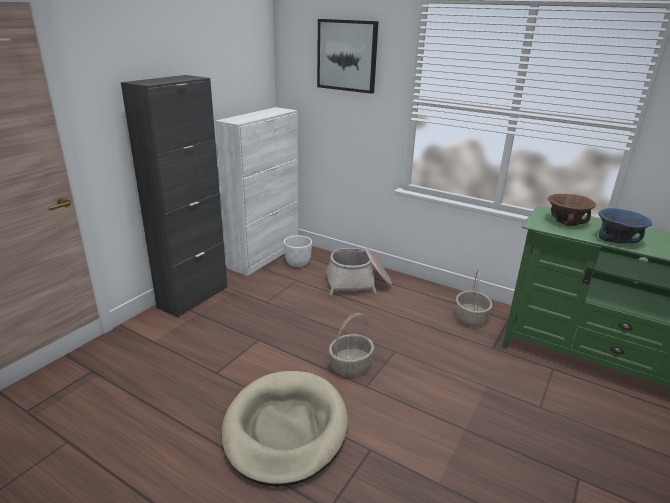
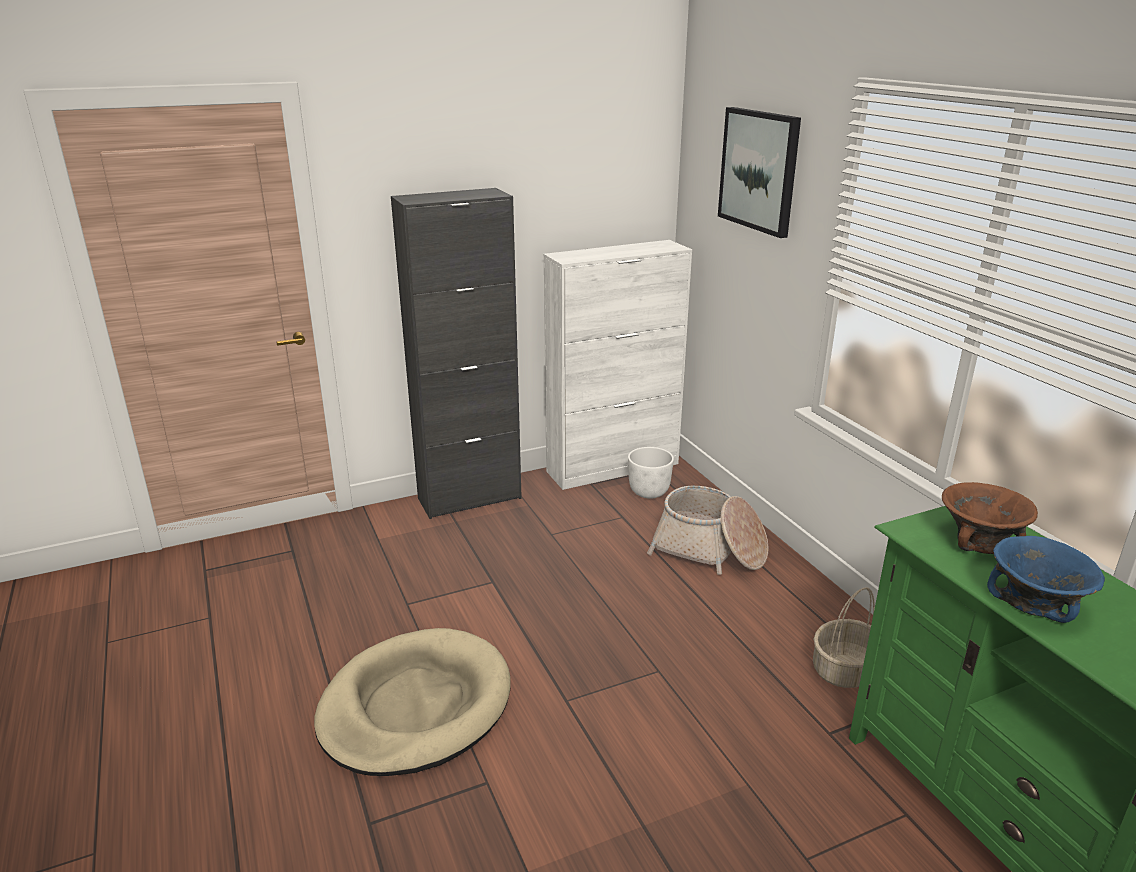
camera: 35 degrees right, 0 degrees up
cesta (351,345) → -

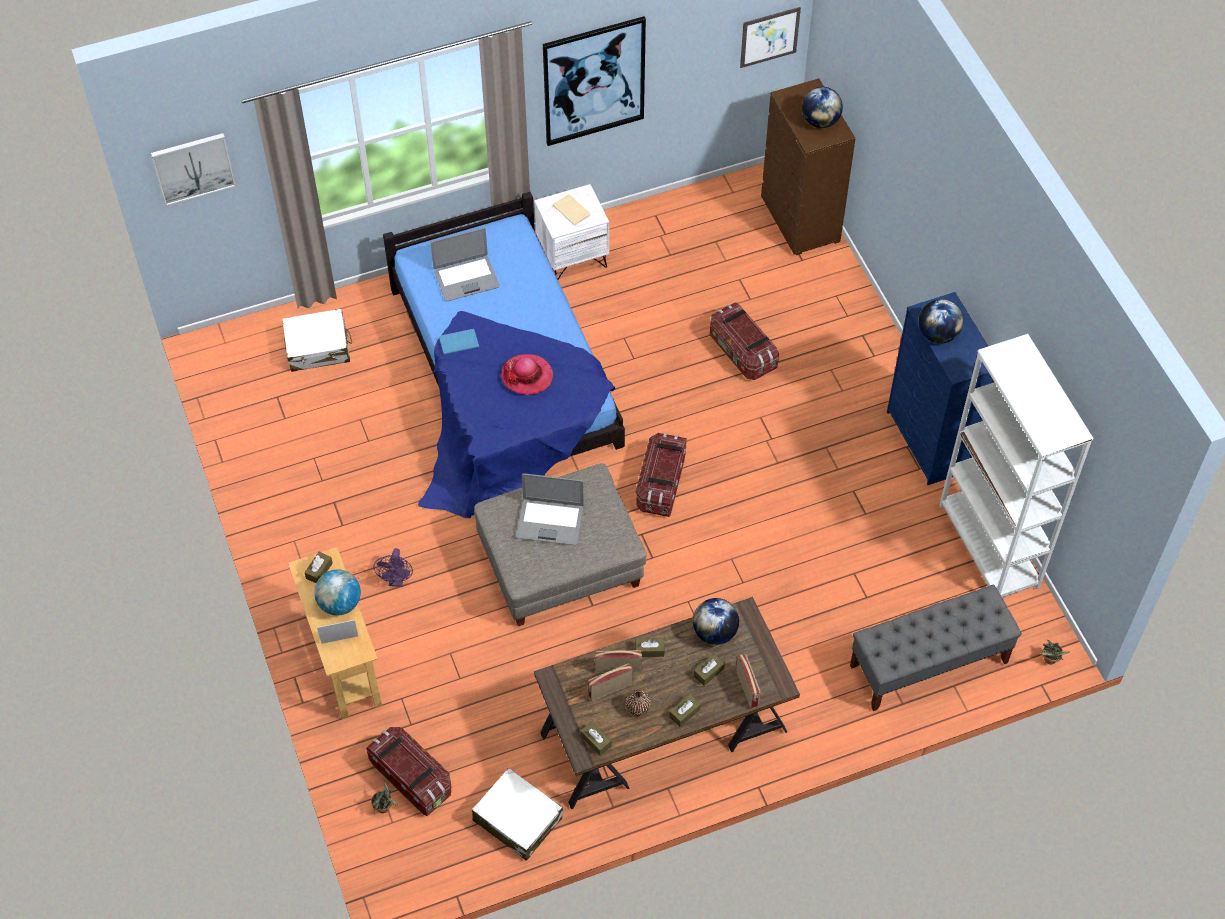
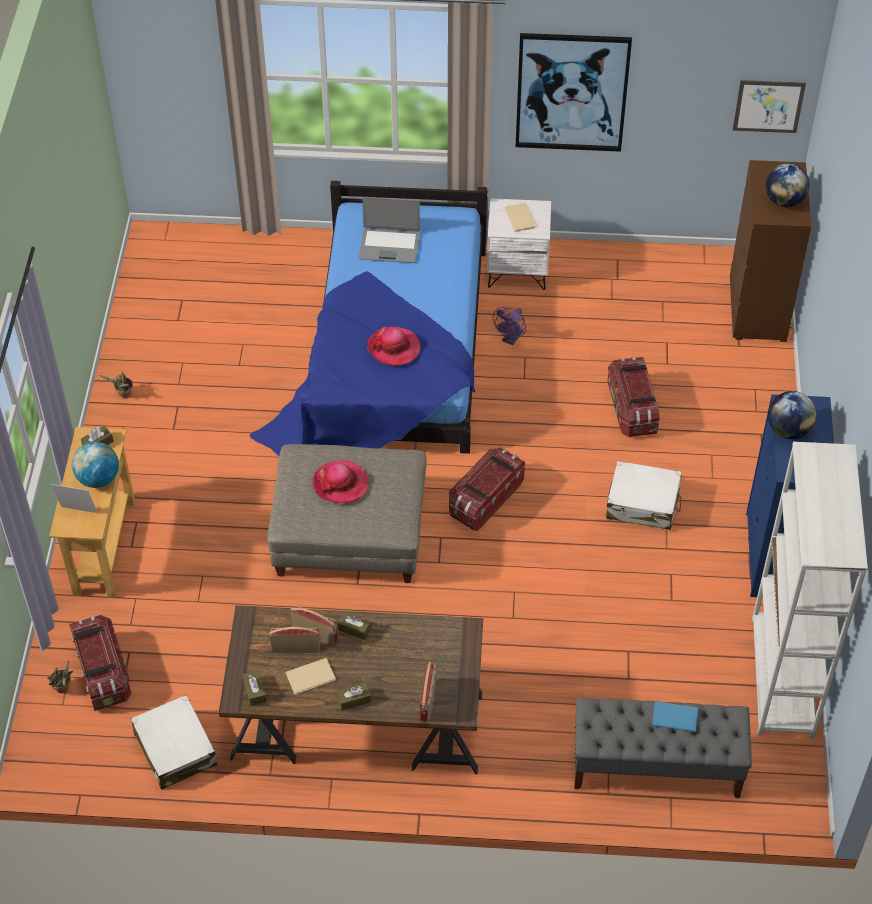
camera: 25 degrees right, 5 degrees down
cuadro (193,169) → -
globo terráqueo (716,621) → -
caja de pañuelos [marrón] (709,669) → -
maleta [blanco] (317,340) → maleta [blanco] (644,495), relocated
ventilador [morado] (393,567) → ventilador [morado] (509,325), relocated
libro [azul] (459,341) → libro [azul] (675,717), relocated
planta en maceta (1055,652) → planta en maceta (116,385), relocated
portátil (550,509) → sombrero (341,482)
florero [marrón] (638,703) → libro [beis] (310,676)

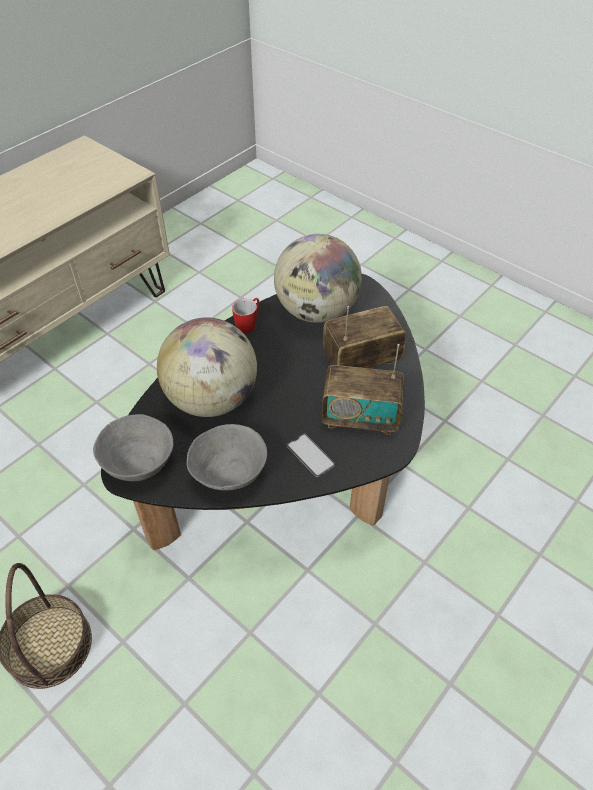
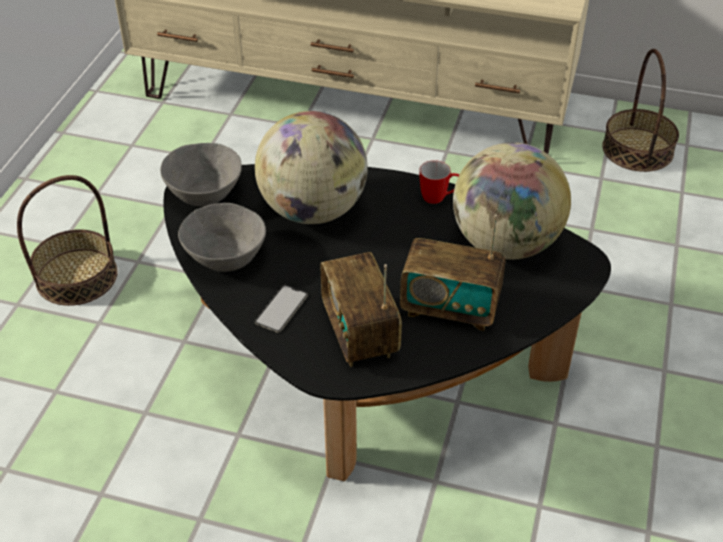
camera: 65 degrees right, 5 degrees down
- → cesta (640,110)
radio (364,337) → radio (453,273), 150 degrees clockwise

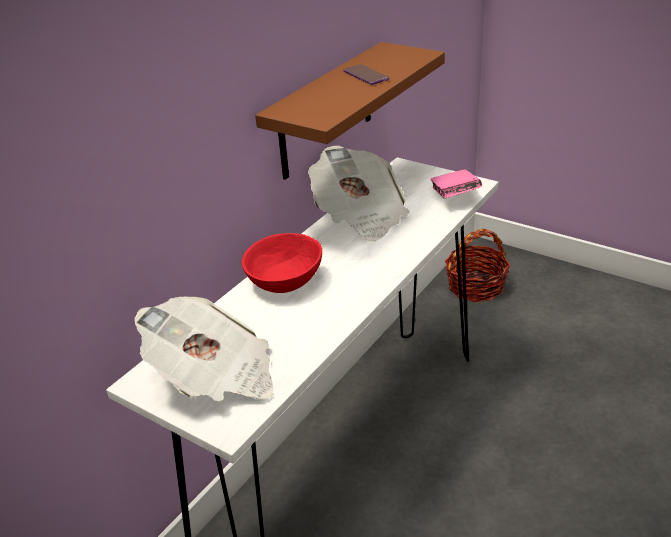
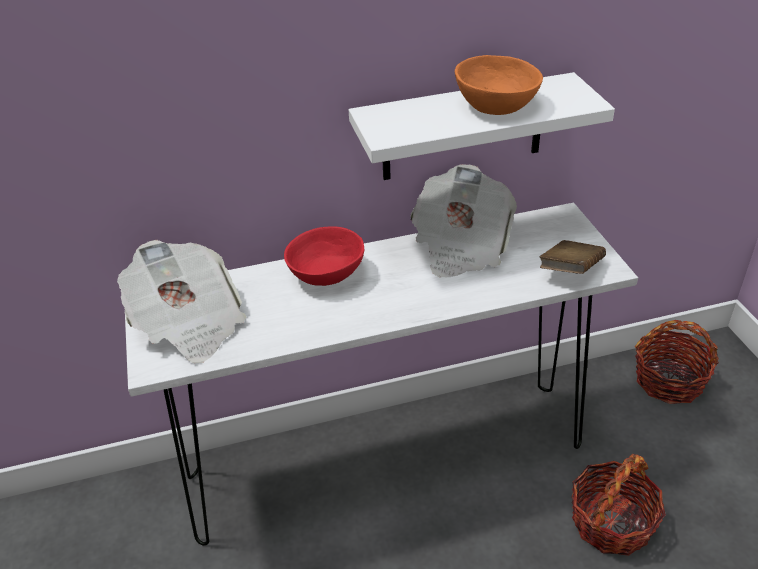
camera: 40 degrees right, 5 degrees up
- → cesta (618,505)
móvil (366,74) → cuenco [naranja] (499,85)
estante [marrón] (350,110) → estante [blanco] (482,126)
libro [rosa] (456,184) → libro [marrón] (573,257)

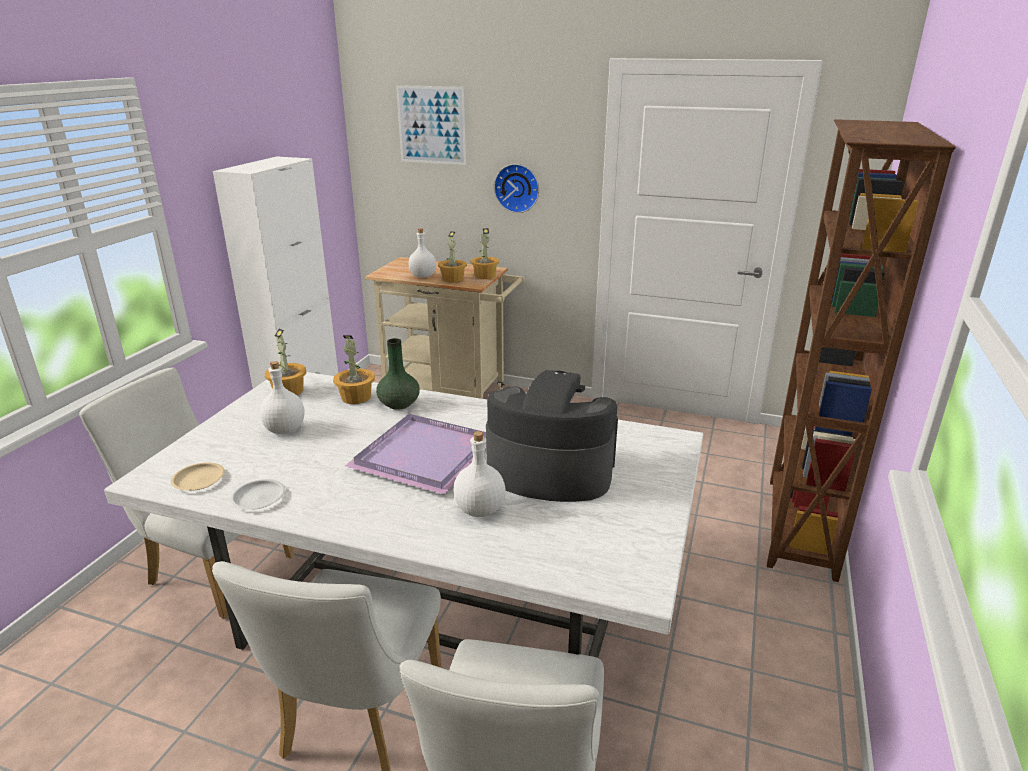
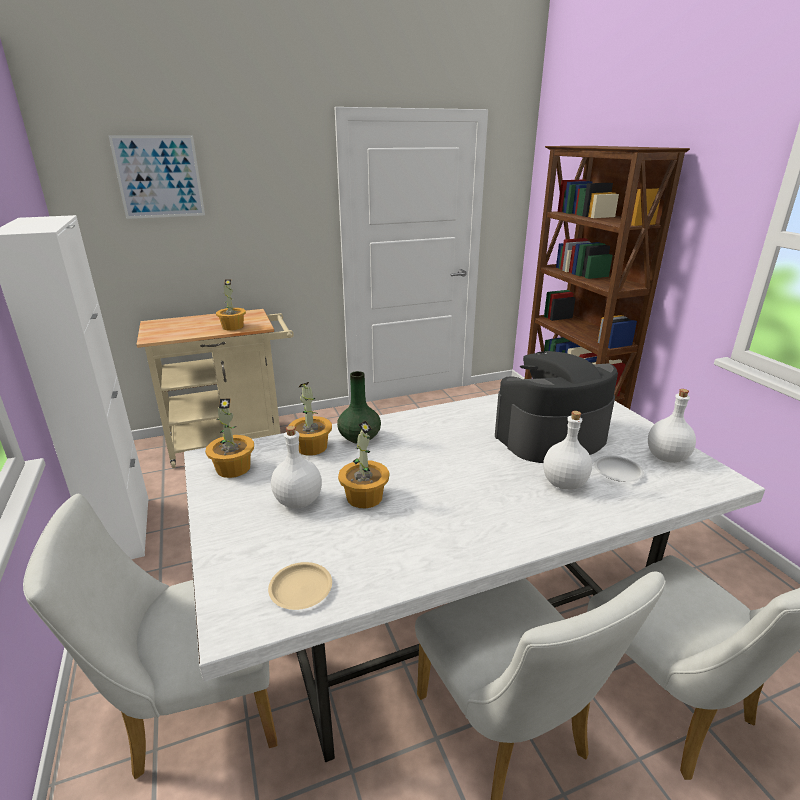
camera: 40 degrees left, 0 degrees up
bandeja [morado] (415,454) → -
reloj de pared (516,188) → -
plato [blanco] (257,494) → plato [blanco] (619,469), relocated
botella [blanco] (422,253) → botella [blanco] (672,426), relocated
planta en maceta (485,253) → planta en maceta (363,464), relocated

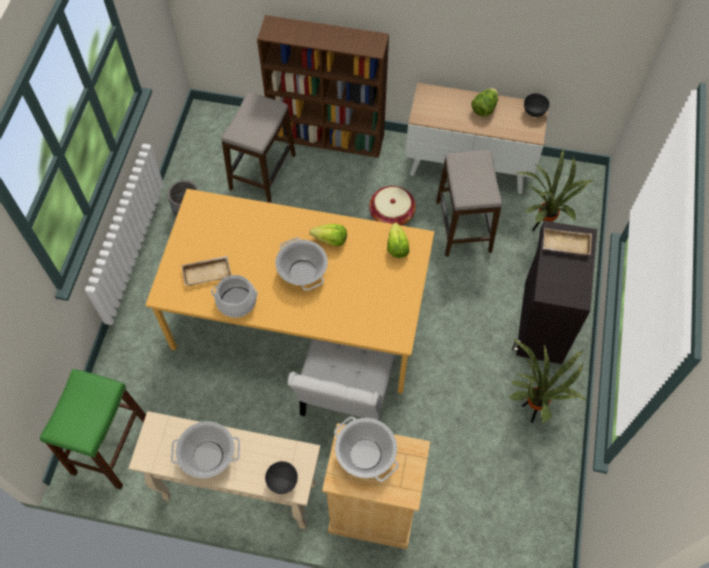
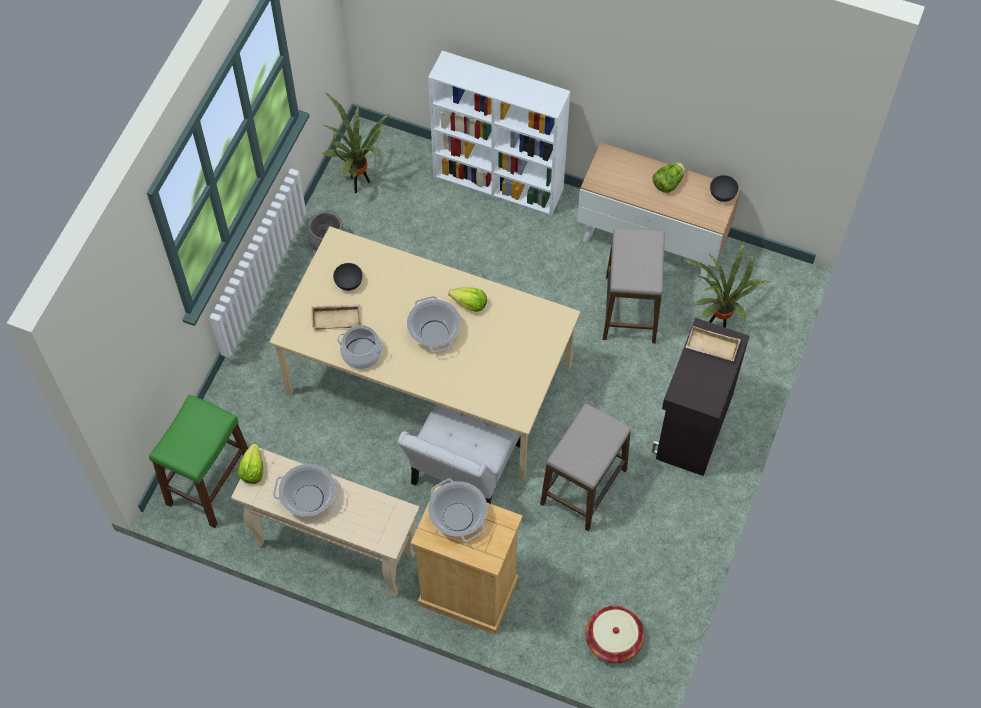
camera: 10 degrees right, 0 degrees up
taburete (258,147) → taburete (585,467), relocated
cuenco [gris] (281,477) → cuenco [gris] (348,277), relocated
cesta (392,206) → cesta (615,634), relocated
lechuga (398,240) → lechuga (251,464), relocated
planta en maceta (548,381) → planta en maceta (356,142), relocated
mesa de comedor [naranja] (290,291) → mesa de comedor [beis] (425,352)
estantería [marrón] (323,86) → estantería [blanco] (499,133)

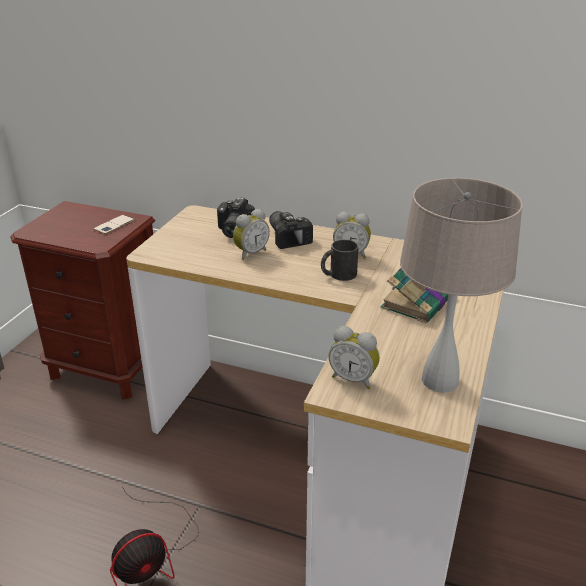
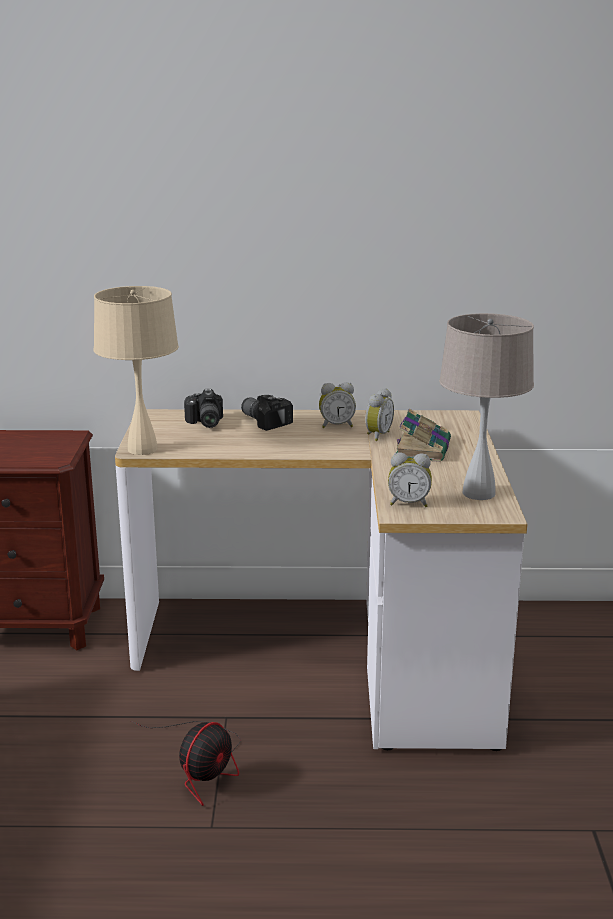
camera: 20 degrees left, 10 degrees down
móvil (114,224) → -
taza grande [negro] (340,260) → -
- → lámpara de mesa [beis] (136,370)
despertador (251,234) → despertador (379,414), relocated

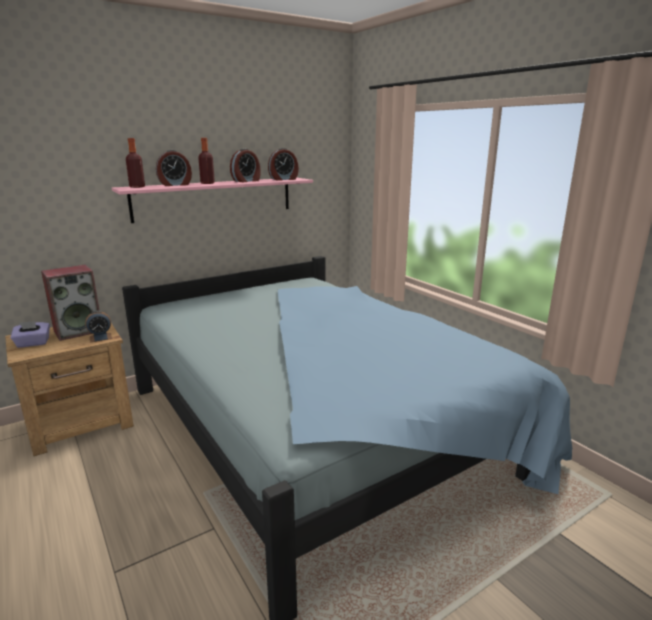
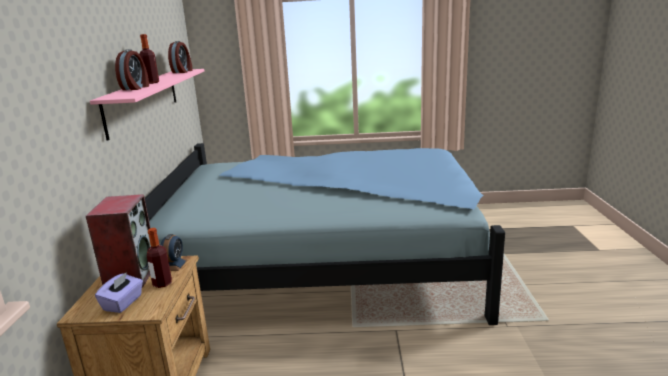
camera: 55 degrees left, 0 degrees up
despertador (245,165) → -
botella (135,163) → botella (159,258), relocated

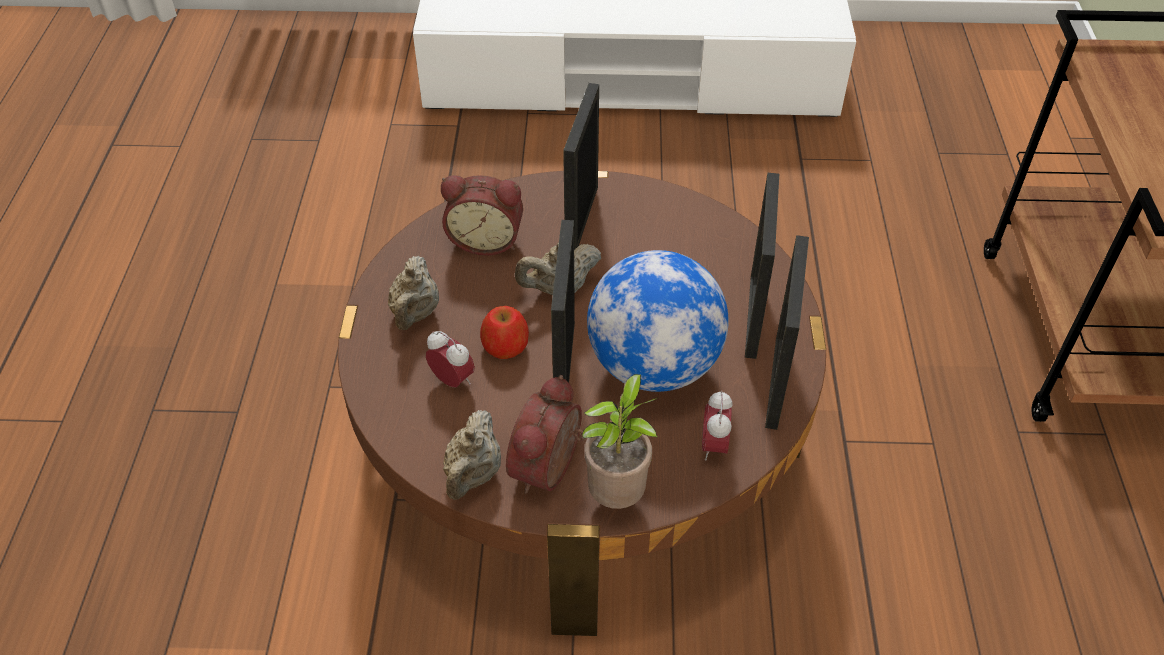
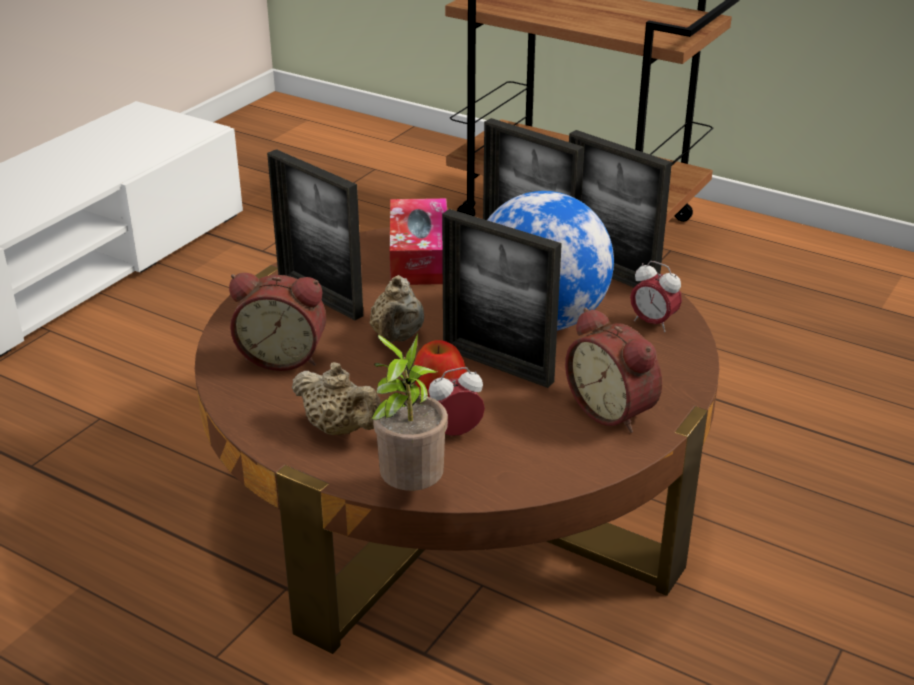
camera: 60 degrees left, 15 degrees down
tetera [beis] (472,455) → -
- → caja de pañuelos (418,241)
planta en maceta (619,441) → planta en maceta (409,411), relocated
despertador (482,215) → despertador (277,322), 60 degrees clockwise

